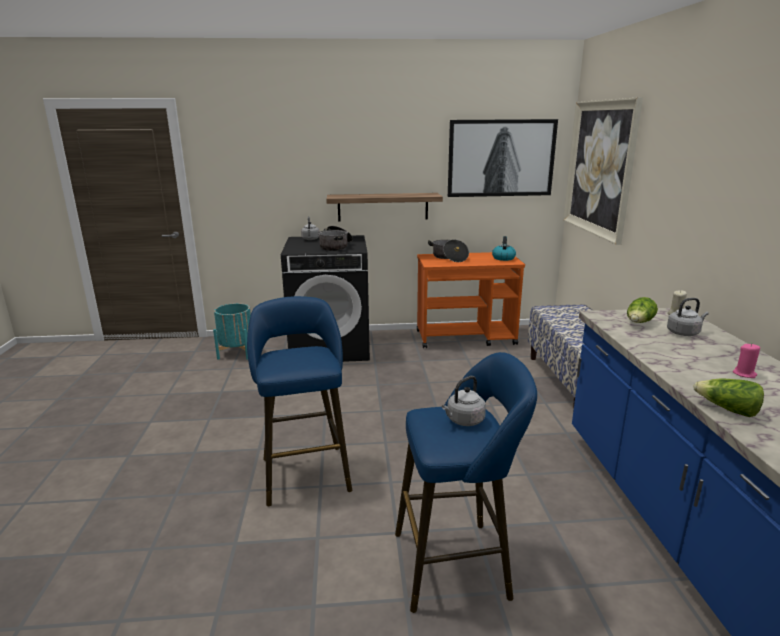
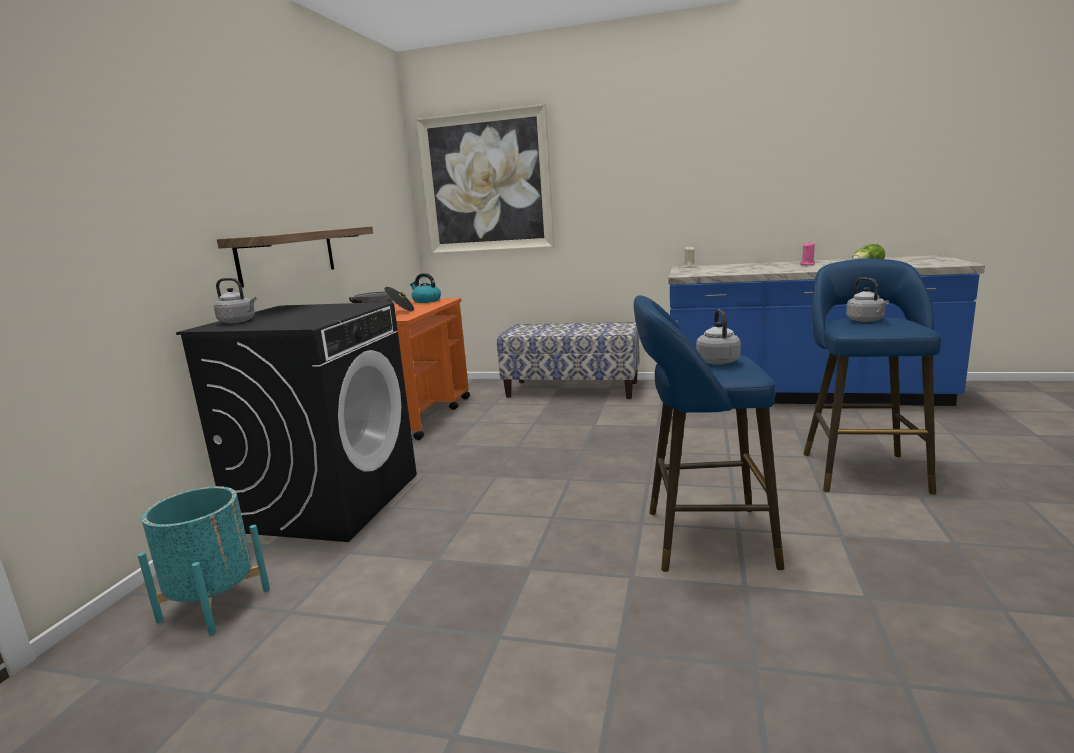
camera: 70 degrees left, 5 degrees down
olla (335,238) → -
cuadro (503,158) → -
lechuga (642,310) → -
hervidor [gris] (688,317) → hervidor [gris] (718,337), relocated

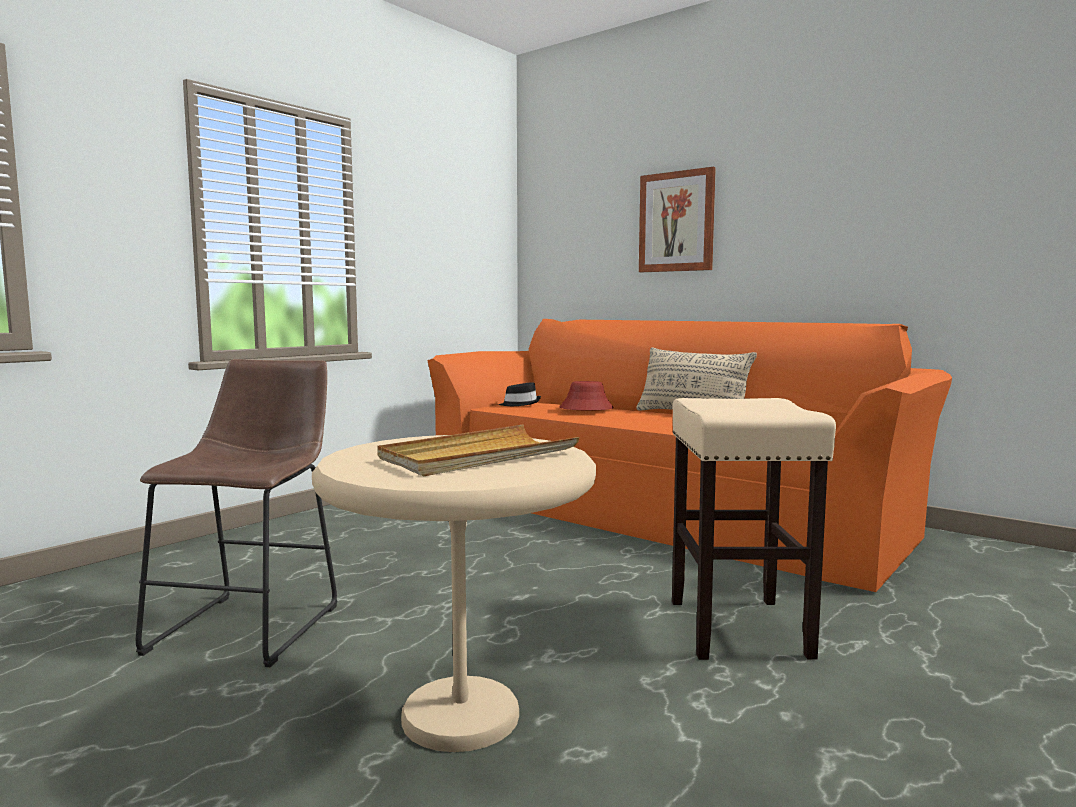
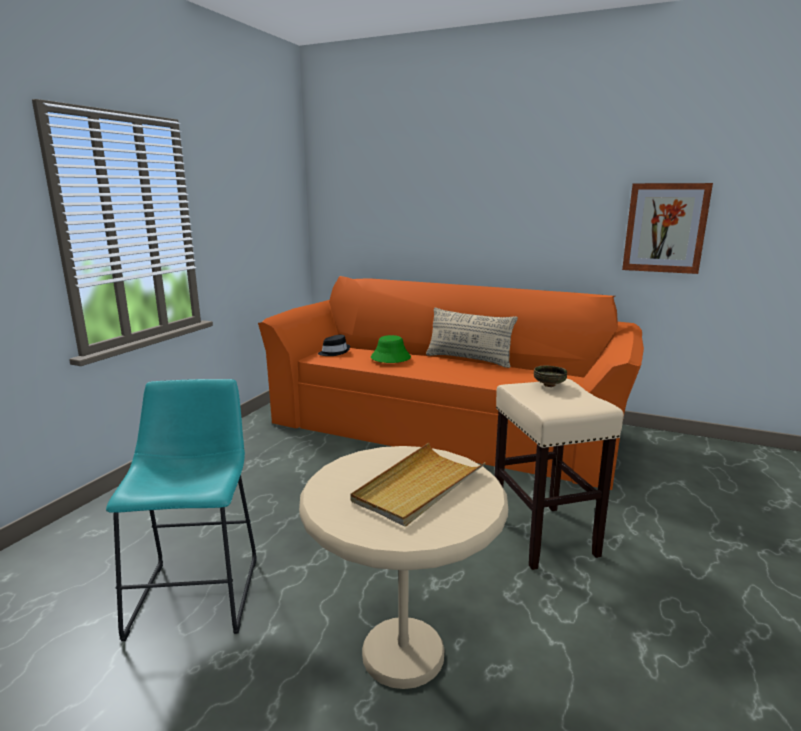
camera: 15 degrees left, 10 degrees up
- → cuenco (550,376)
cuadro (677,219) → cuadro (667,228), relocated
taburete [marrón] (236,513) → taburete [turquesa] (181,510)
sombrero [rojo] (587,395) → sombrero [verde] (391,349)

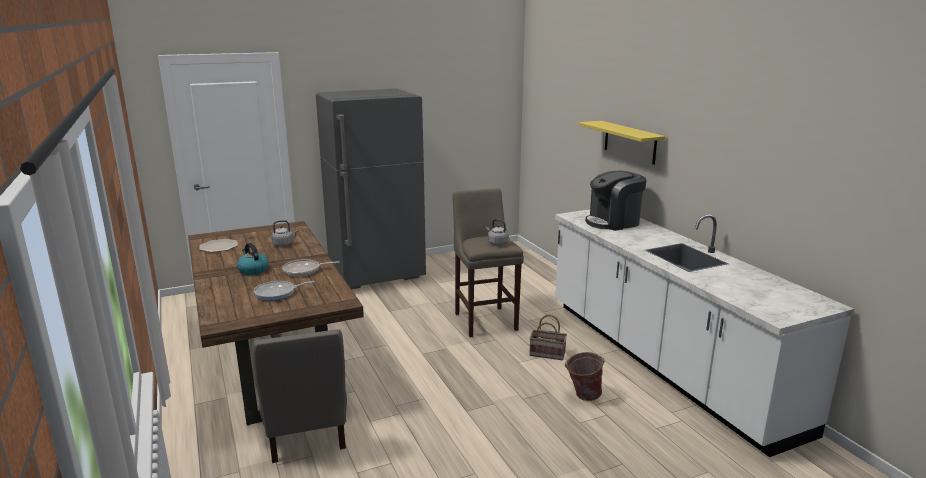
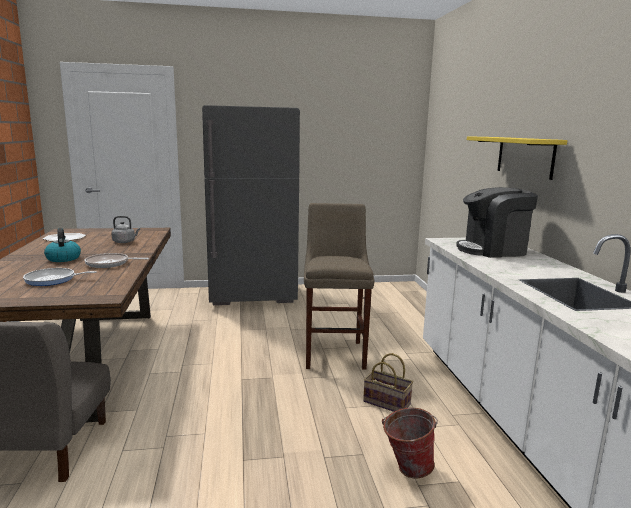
camera: 15 degrees right, 5 degrees down
hervidor [gris] (497,232) → -

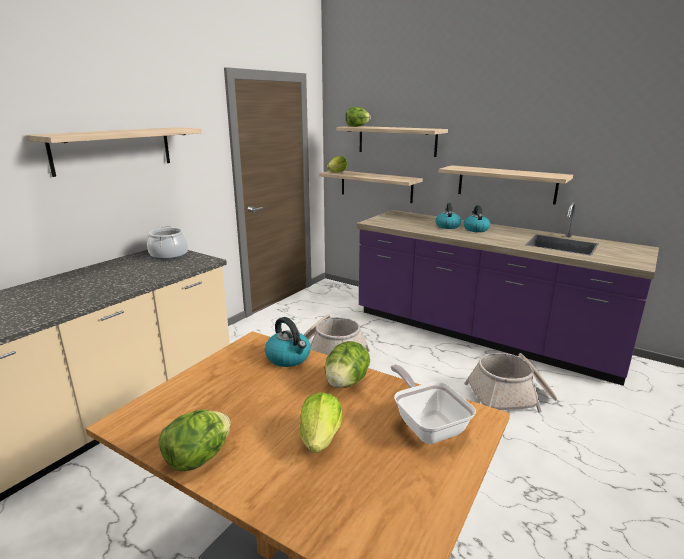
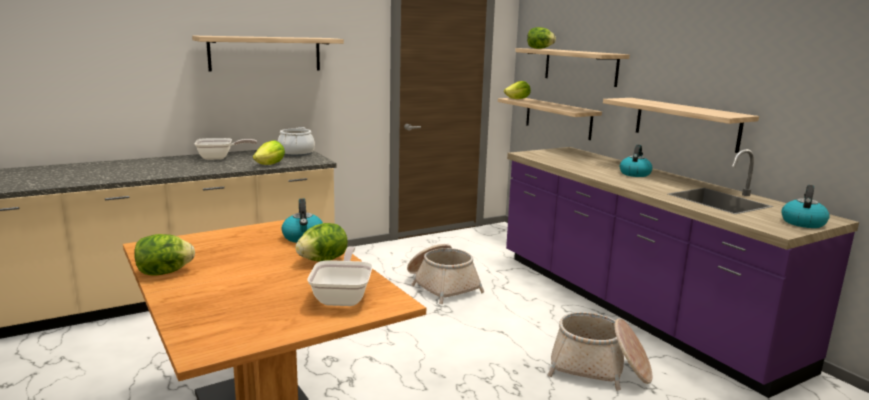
camera: 25 degrees right, 5 degrees down
- → sartén (225,149)
lechuga (321,422) → lechuga (269,152), relocated
hervidor (448,216) → hervidor (805,206), relocated

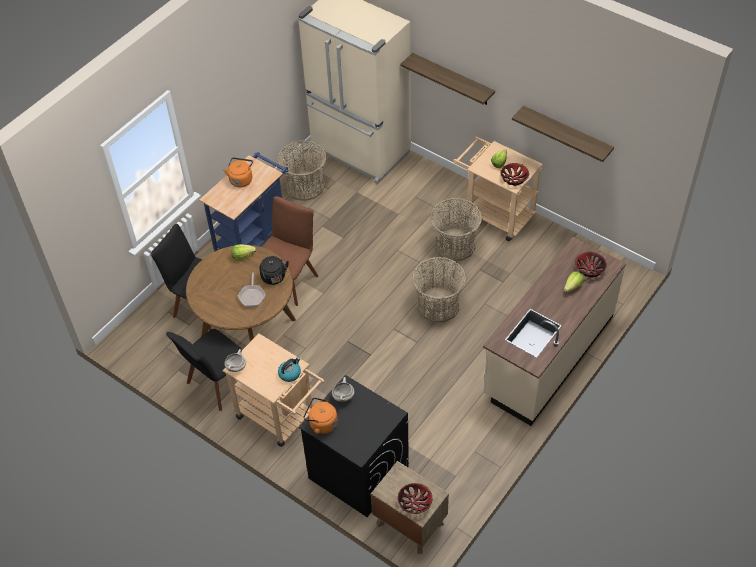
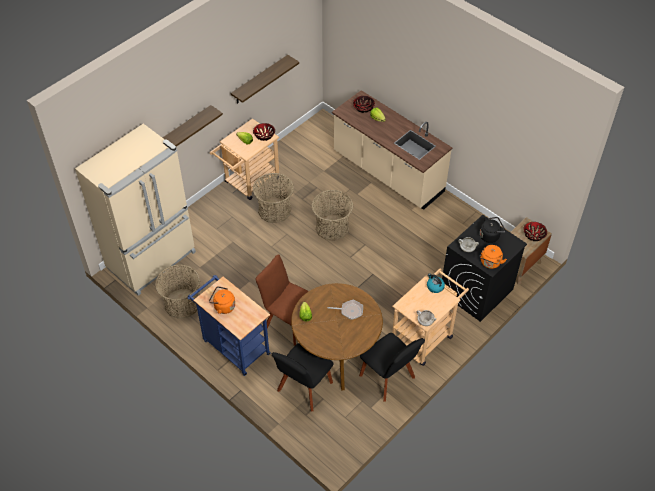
camera: 85 degrees left, 0 degrees up
hervidor [negro] (274,270) → hervidor [negro] (492,230), relocated

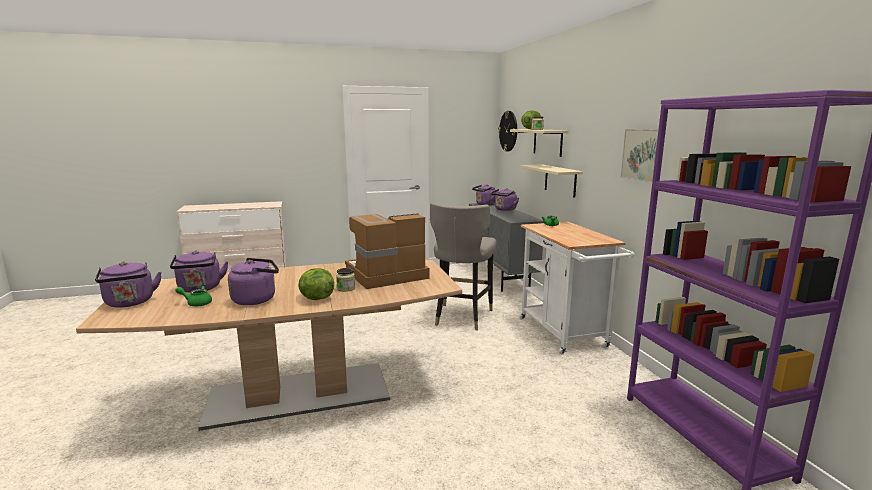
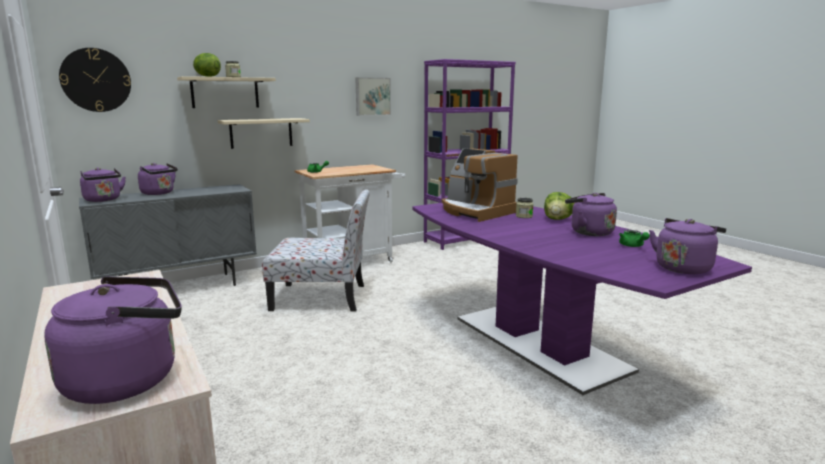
camera: 105 degrees left, 0 degrees up
hervidor [morado] (199,271) → hervidor [morado] (113,340), relocated
taburete [gris] (463,266) → silla (316,250)
mesa de comedor [marrón] (269,345) → mesa de comedor [morado] (582,299)

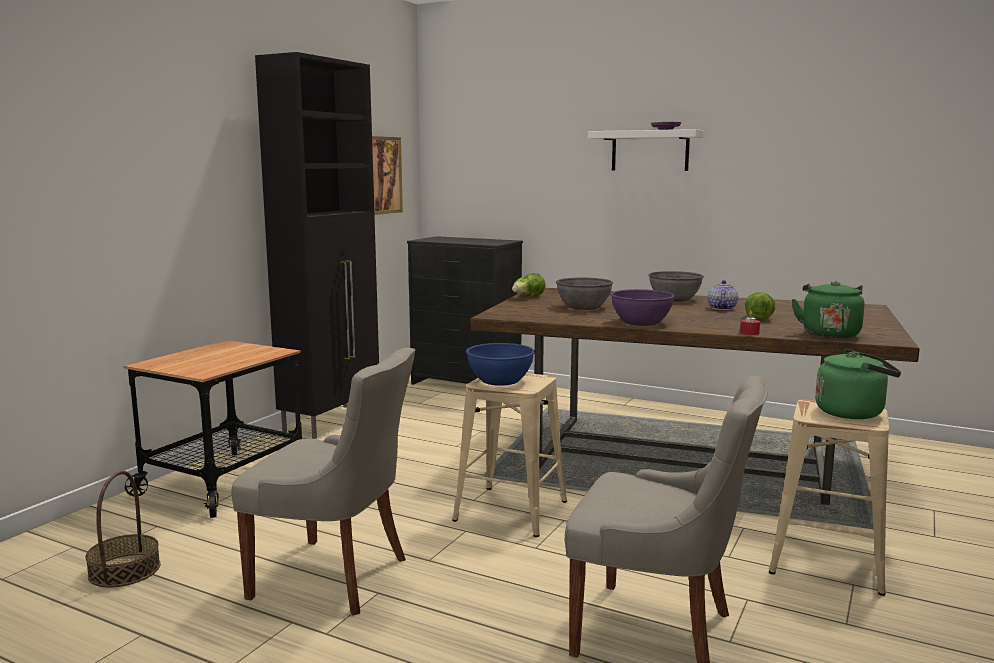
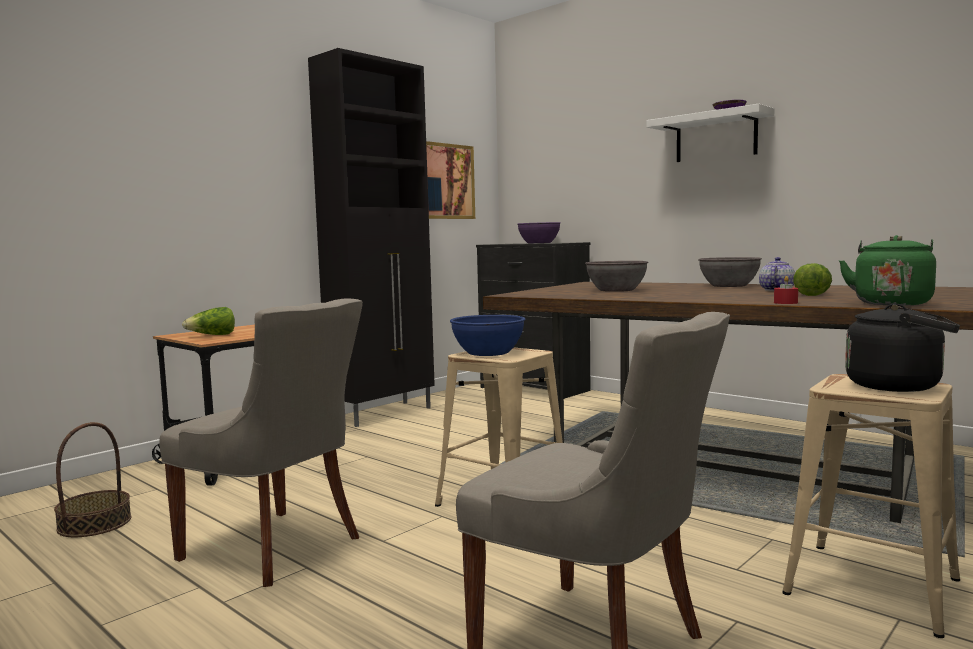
camera: 15 degrees right, 5 degrees down
lechuga (528,285) → lechuga (208,321), relocated
cuenco [morado] (642,307) → cuenco [morado] (539,232), relocated
hervidor [verde] (858,384) → hervidor [negro] (902,348)

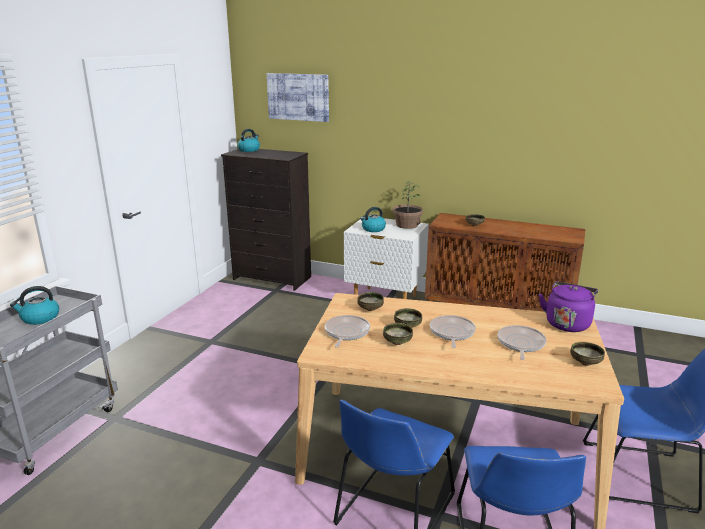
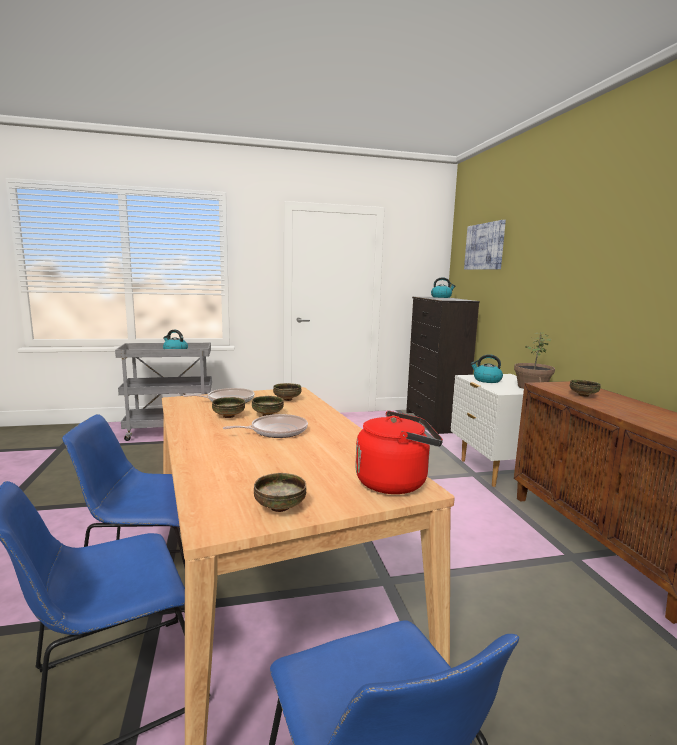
camera: 55 degrees right, 10 degrees down
sartén (522,342) → -
hervidor [morado] (568,306) → hervidor [rojo] (399,452)

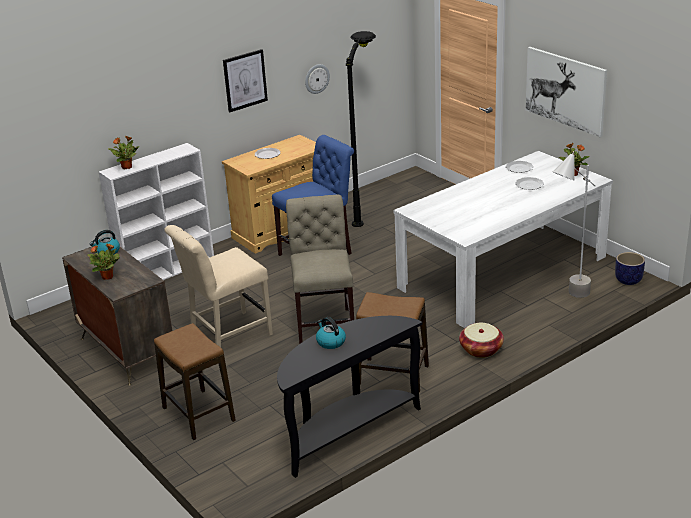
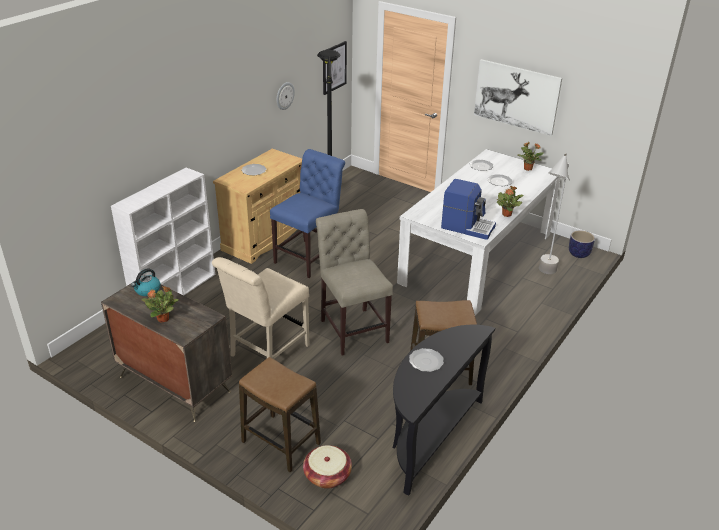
camera: 20 degrees left, 5 degrees up
- → cafetera (468,209)
planta en maceta (124,152) → planta en maceta (510,201), relocated
cuadro (245,80) → cuadro (335,68), relocated
cesta (481,340) → cesta (327,467), relocated
hervidor (331,333) → plato (426,360)

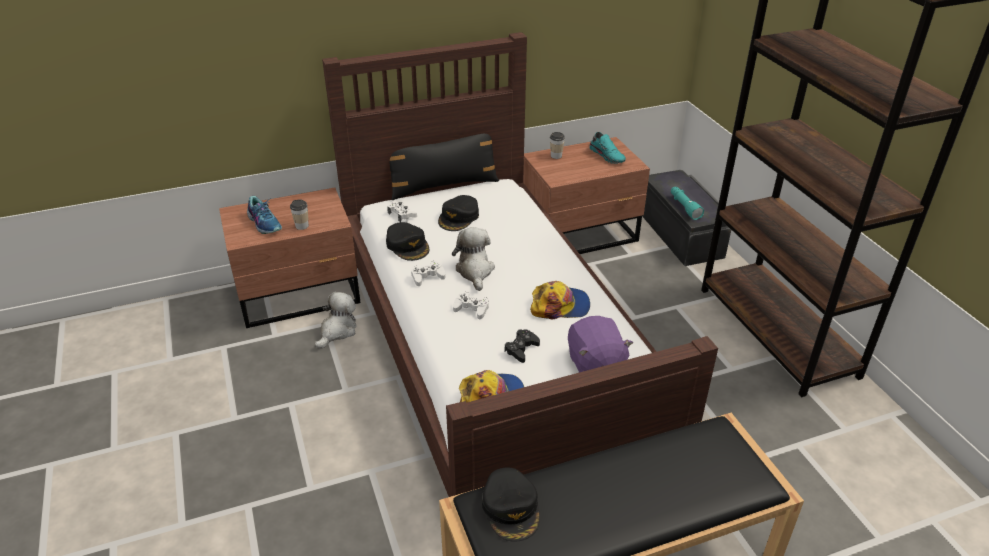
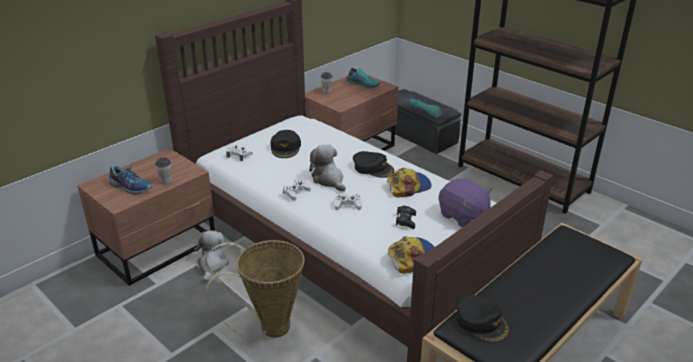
camera: 25 degrees left, 5 degrees down
cojín [negro] (444,167) → -
- → cesta (254,290)
gorra [negro] (407,241) → gorra [negro] (373,164), relocated

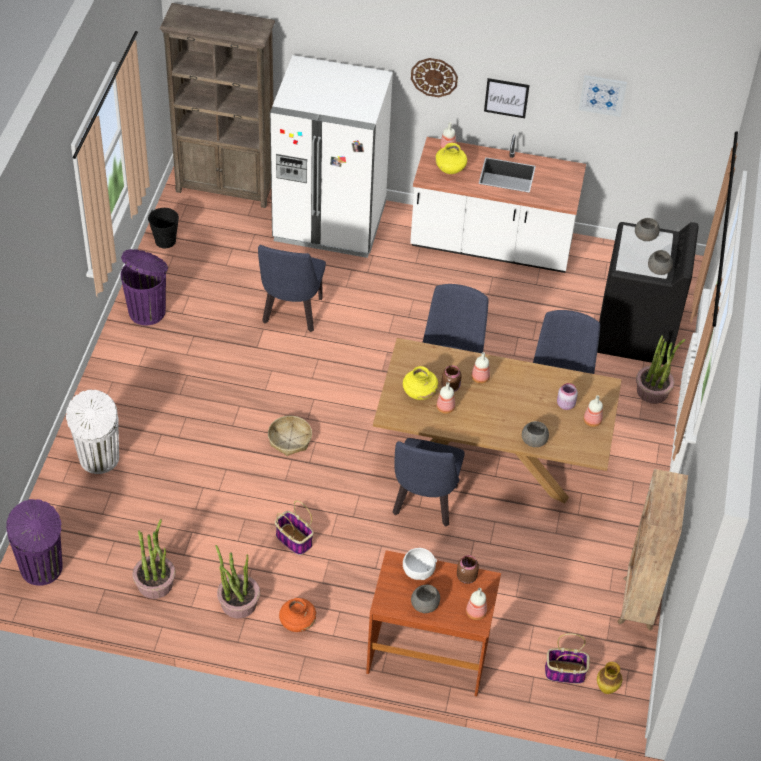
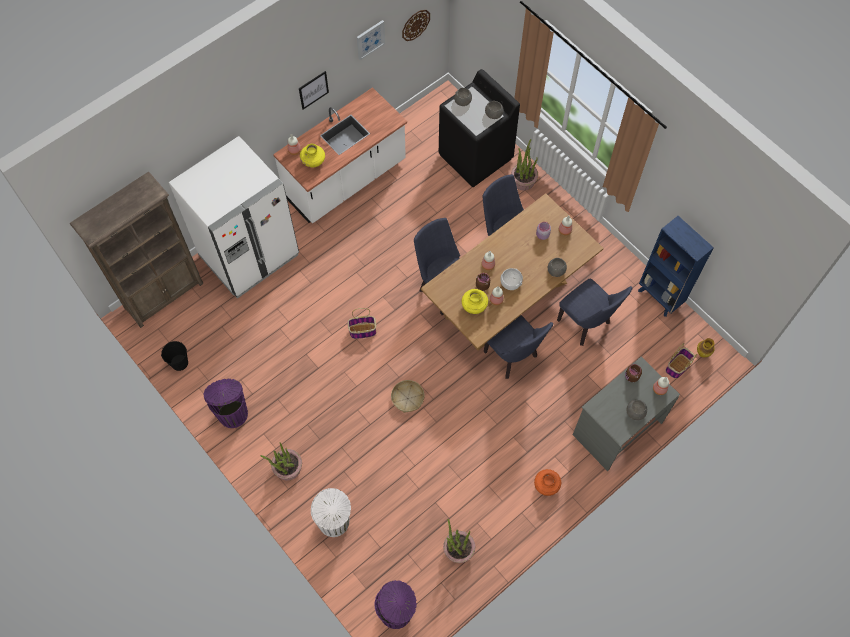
camera: 50 degrees left, 15 degrees up
planta en maceta (238,581) → planta en maceta (281,461), relocated
silla [azul] (292,288) → silla [azul] (594,312), relocated
cesta (294,528) → cesta (361,323), relocated
cuenco [blanco] (420,564) → cuenco [blanco] (512,279), relocated
reloj de pared (434,77) → reloj de pared (416,25), relocated
escritorio [marrón] (433,623) → escritorio [gris] (626,414)
estantería [marrón] (652,549) → estantería [azul] (676,266)

